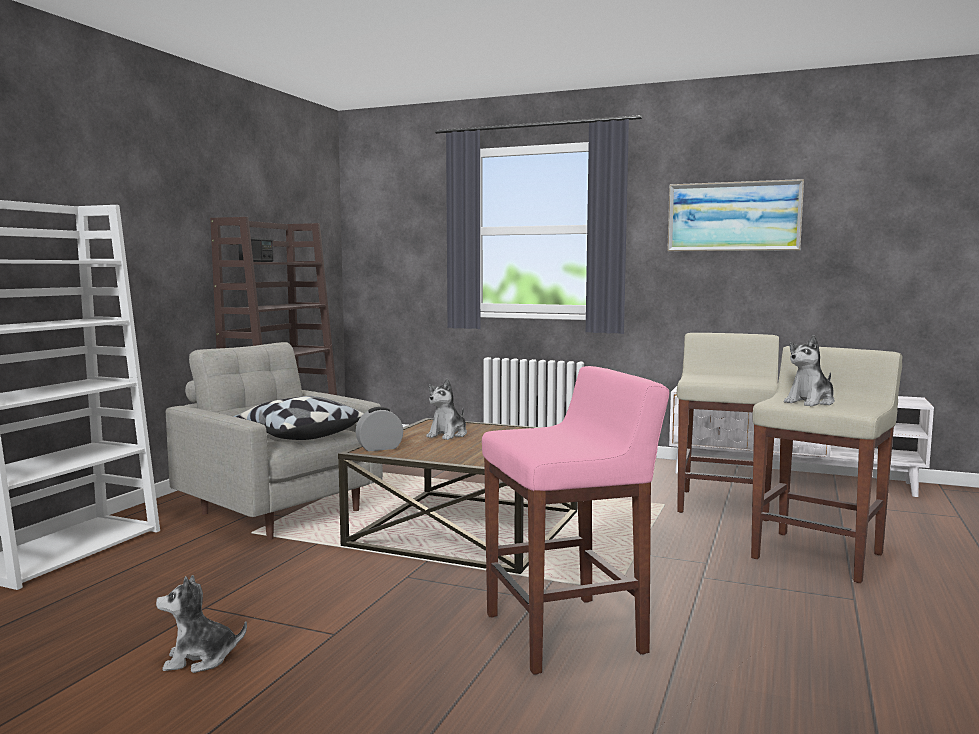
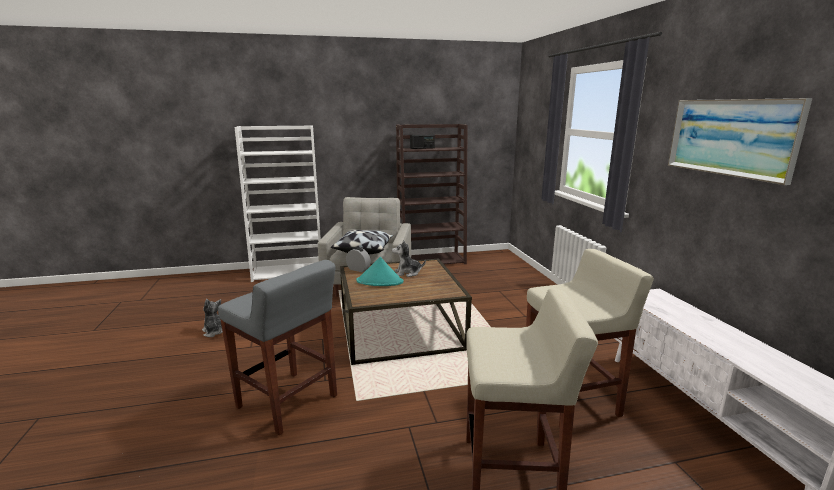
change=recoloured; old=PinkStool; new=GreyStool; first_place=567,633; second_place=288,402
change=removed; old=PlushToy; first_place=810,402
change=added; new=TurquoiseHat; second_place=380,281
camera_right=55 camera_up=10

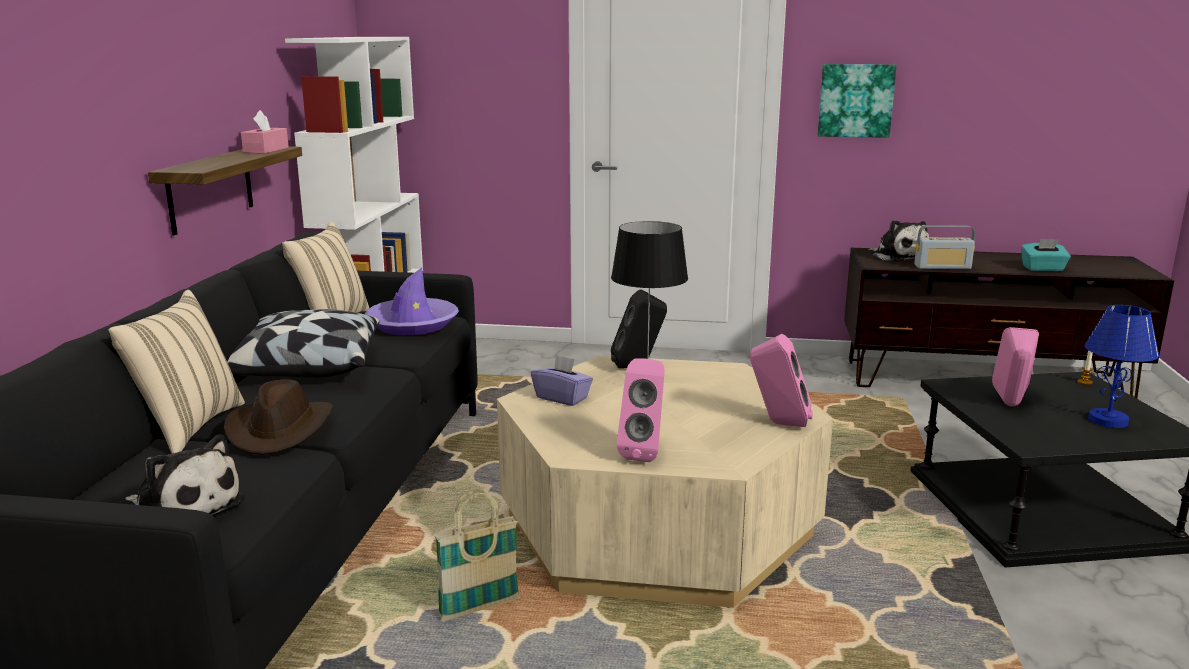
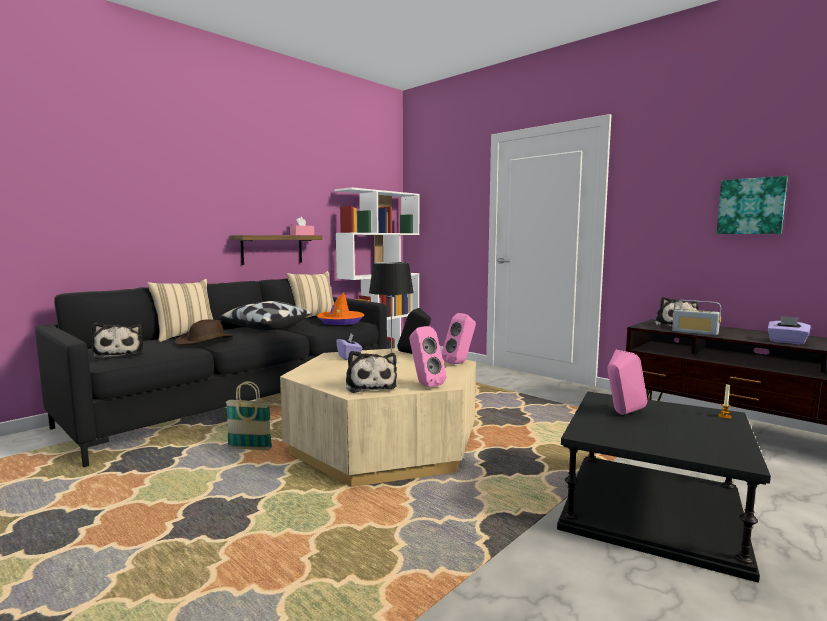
change=recoloured; old=PurpleHat; new=OrangeHat; first_place=412,325; second_place=340,322
change=moved; old=PinkSpeaker; first_place=644,453; second_place=460,363
change=moved; old=Picture; first_place=855,100; second_place=751,206
change=recoloured; old=TurquoiseTissueBox; new=PurpleTissueBox; first_place=1043,269; second_place=787,342
change=removed; old=BlueTableLamp; first_place=1107,420
change=added; new=PlushToy; second_place=370,386
camera_right=35 camera_up=-10

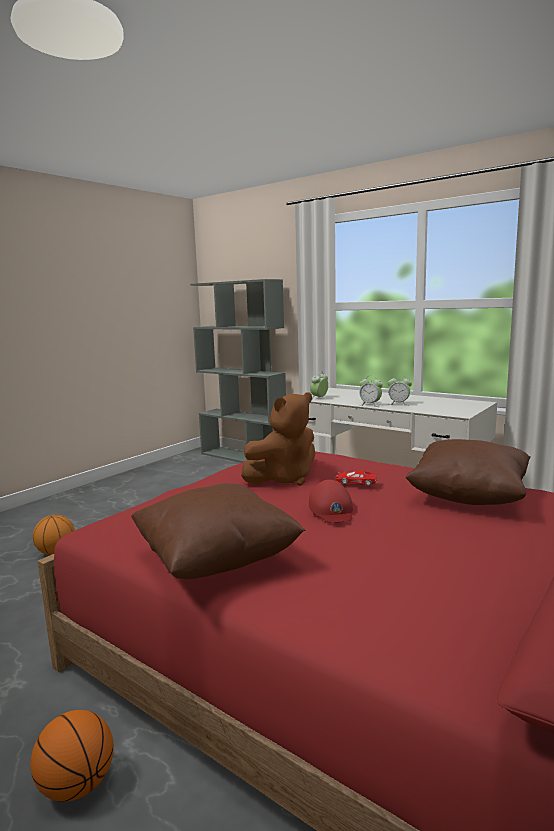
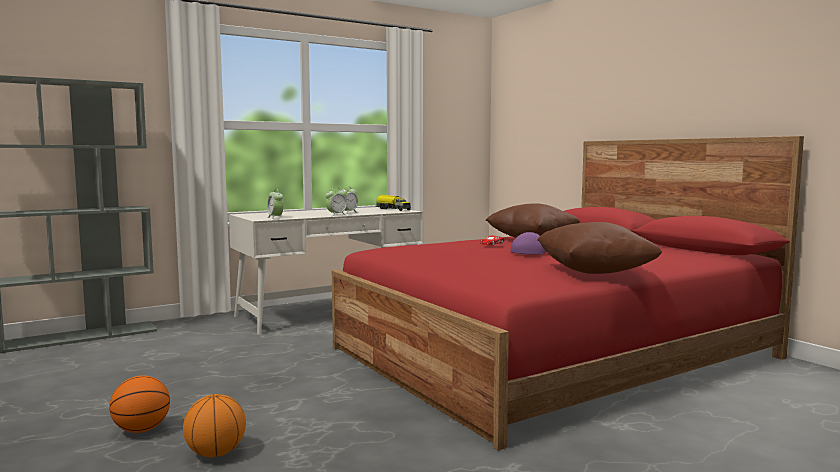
change=moved; old=Basketball; first_place=77,785; second_place=141,430
change=removed; old=BrownPlushToy; first_place=284,479
change=recoloured; old=RedCap; new=PurpleCap; first_place=331,509; second_place=533,252
change=added; new=ToyTruck; second_place=392,209
camera_right=-70 camera_up=-5

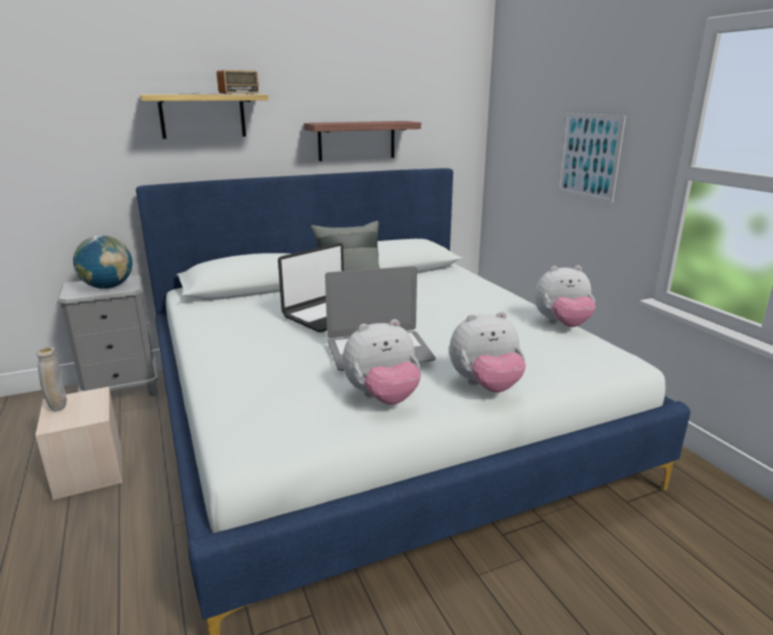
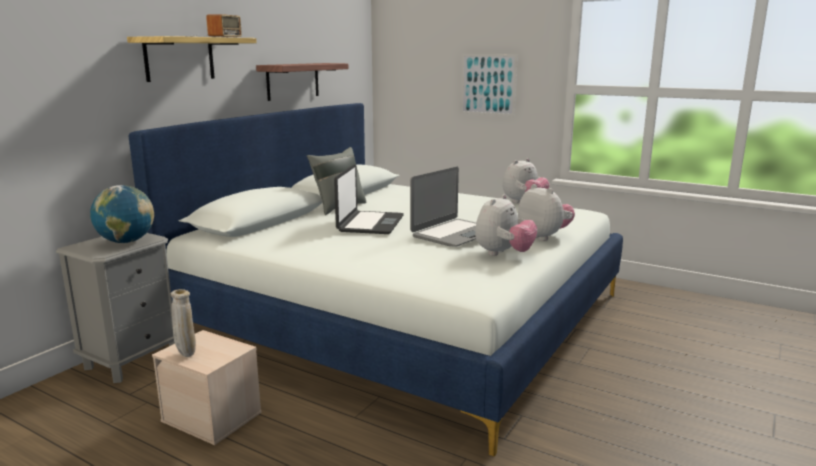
change=turned; old=PlushToy; first_place=485,386; second_place=544,237; degrees=-75
camera_right=-35 camera_up=-5

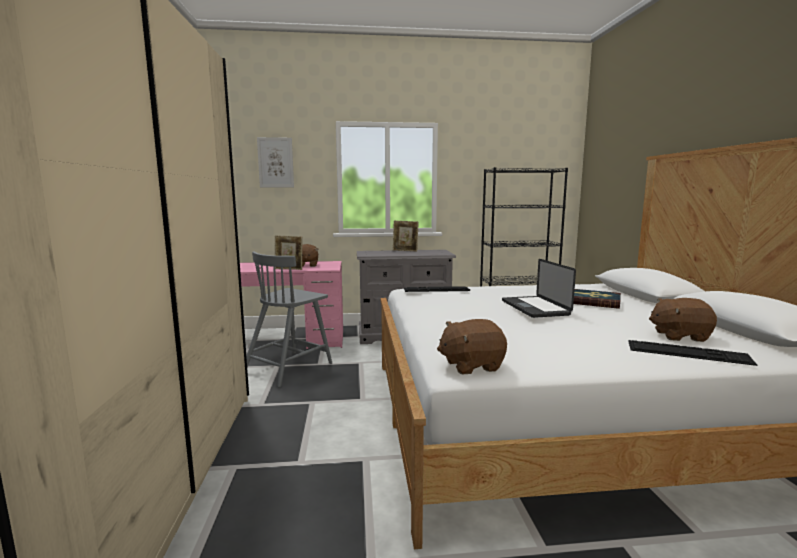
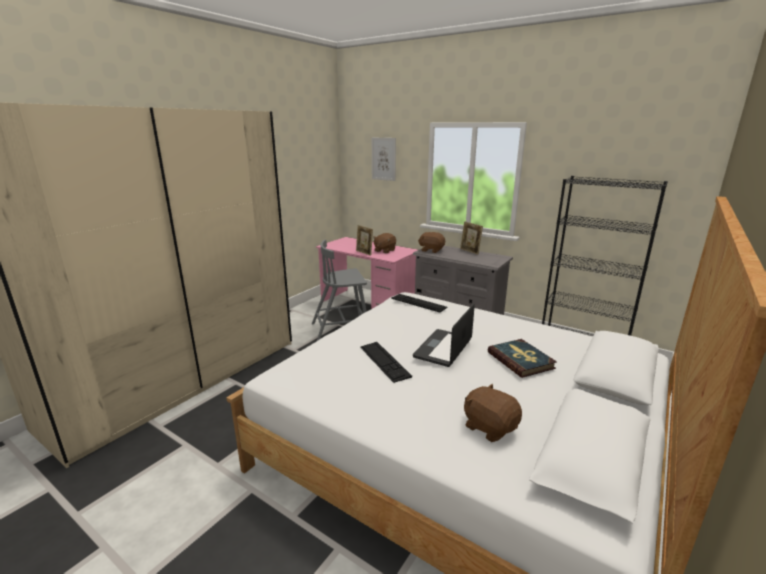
change=moved; old=BrownPlushToy; first_place=471,365; second_place=431,250
change=moved; old=Keyboard; first_place=688,353; second_place=384,361
camera_right=40 camera_up=10

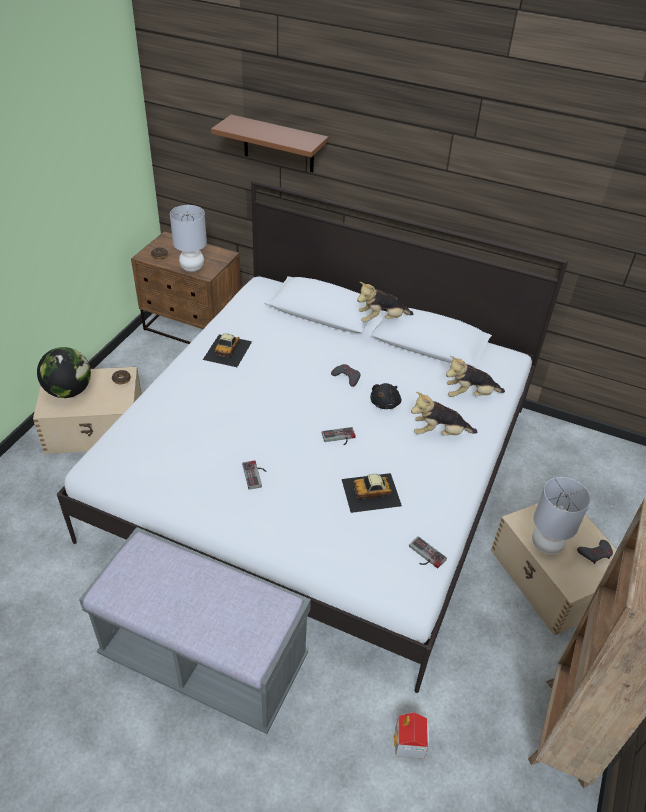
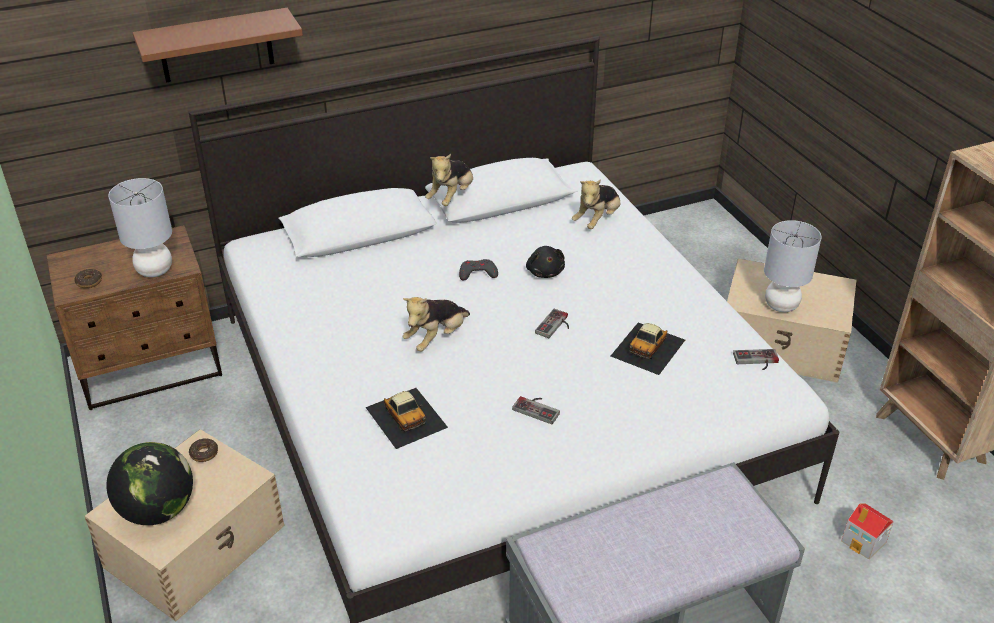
change=moved; old=ToyCar; first_place=228,350; second_place=406,416
change=moved; old=PlushToy; first_place=439,433; second_place=436,338
change=removed; old=GreyGameController; first_place=595,553
camera_right=-45 camera_up=-5

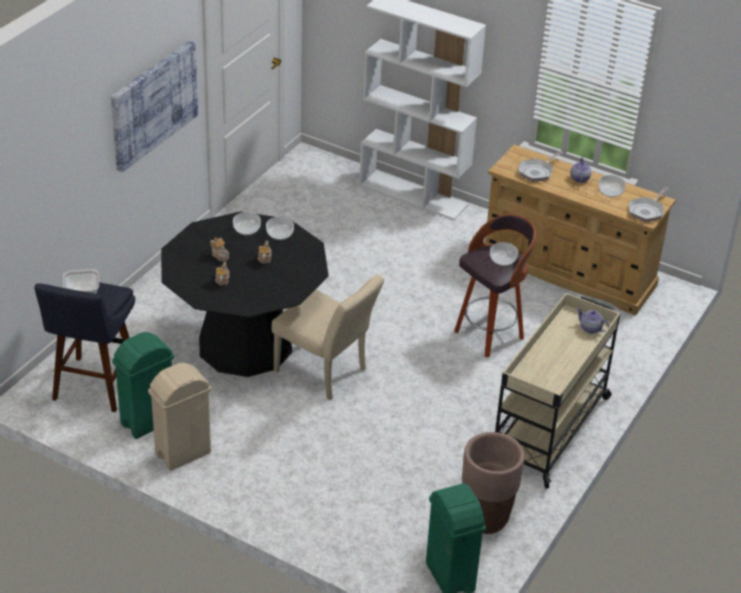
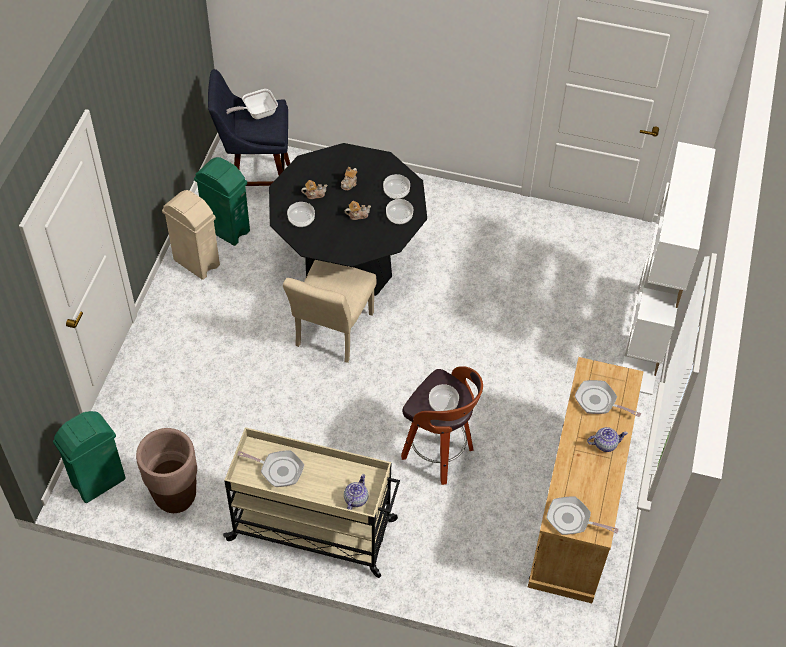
change=removed; old=Picture; first_place=152,104
change=moved; old=Bowl; first_place=610,192; second_place=301,219
change=added; new=FryingPan; second_place=278,470
camera_right=75 camera_up=15

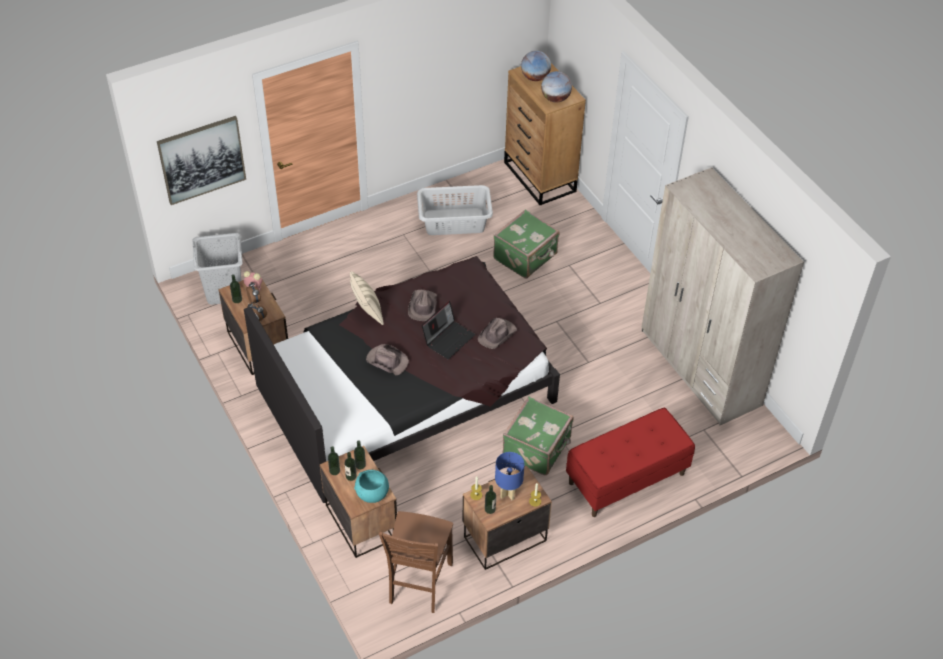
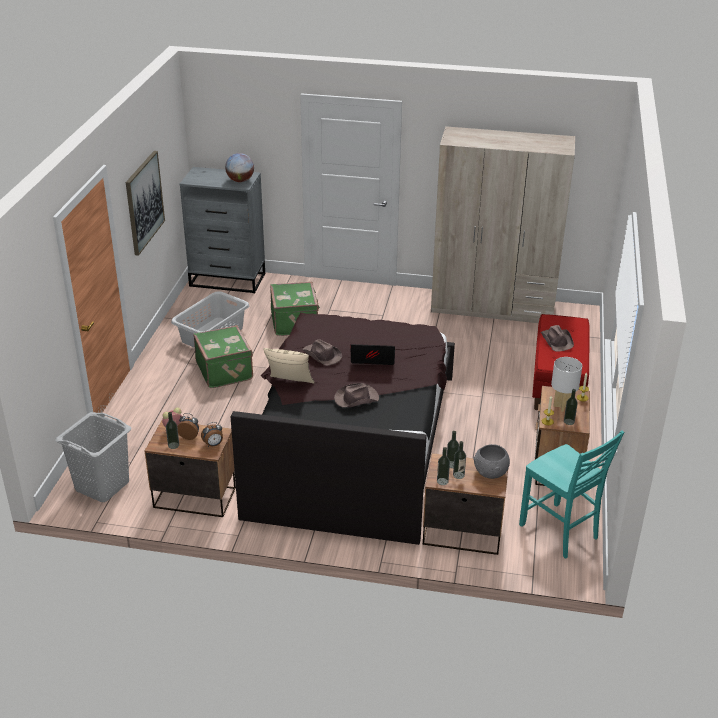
change=moved; old=Picture; first_place=202,159; second_place=144,202
change=recoloured; old=TurquoiseBowl; new=GreyBowl; first_place=371,494; second_place=490,473
change=recoloured; old=BrownChair; new=TurquoiseChair; first_place=418,584; second_place=560,532
change=turned; old=Laptop; first_place=448,338; second_place=372,359; degrees=-75
change=moved; old=BrownHat; first_place=497,334; second_place=557,340
change=recoloured; old=BlueTableLamp; new=WhiteTableLamp; first_place=508,493; second_place=561,406
change=moved; old=GreenSuitcase; first_place=537,448; second_place=225,371
change=recoloured; old=BrownDresser; new=GreyDresser; first_place=540,177; second_place=228,280
change=removed; old=Globe; first_place=535,77
camera_right=-50 camera_up=-15

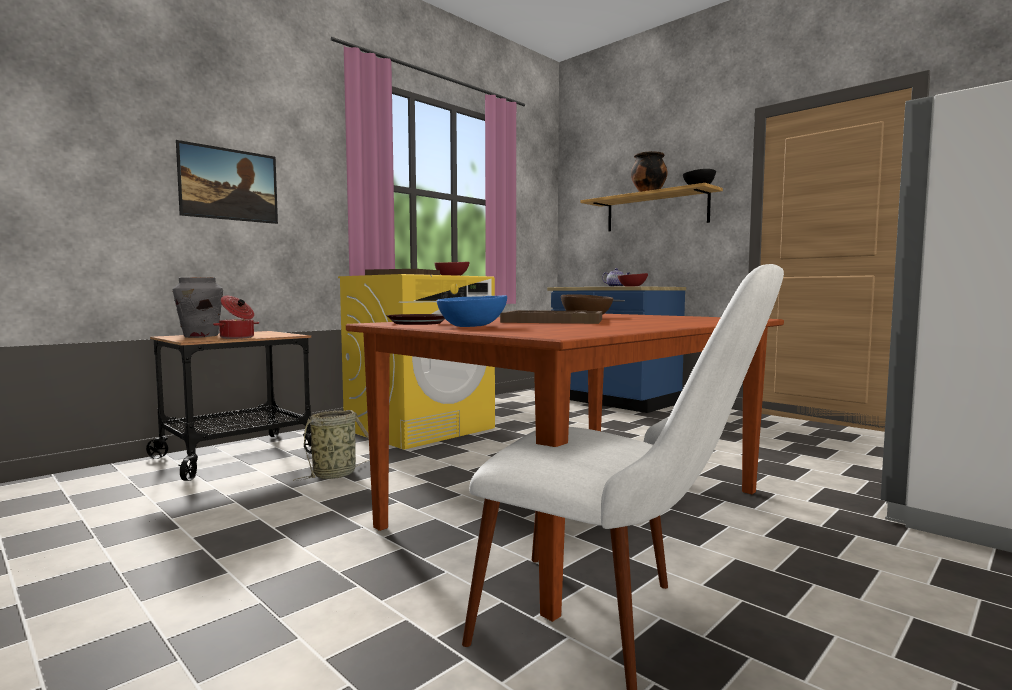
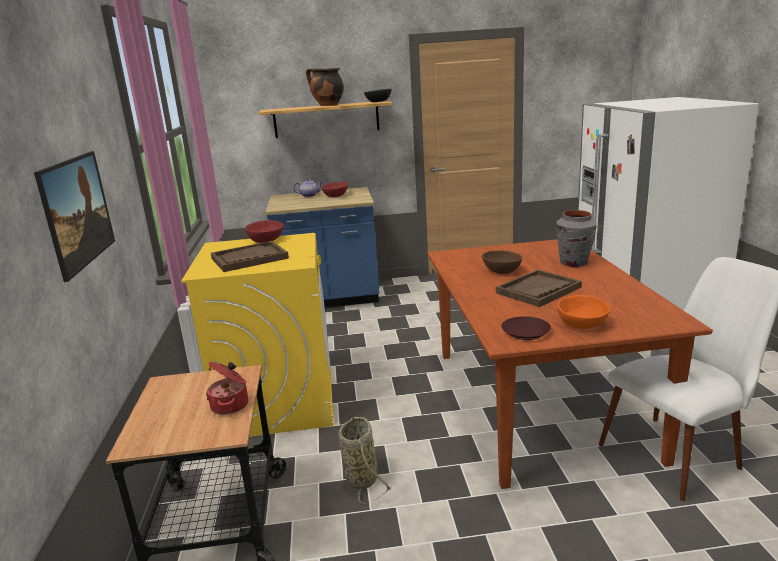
change=moved; old=GreyVase; first_place=200,336; second_place=574,263
change=recoloured; old=BlueBowl; new=OrangeBowl; first_place=472,326; second_place=581,324
camera_right=-50 camera_up=15

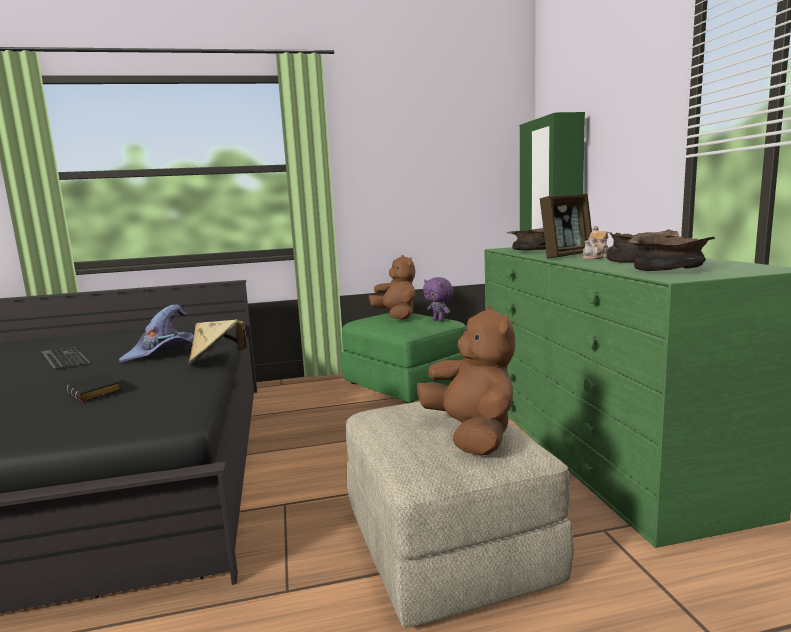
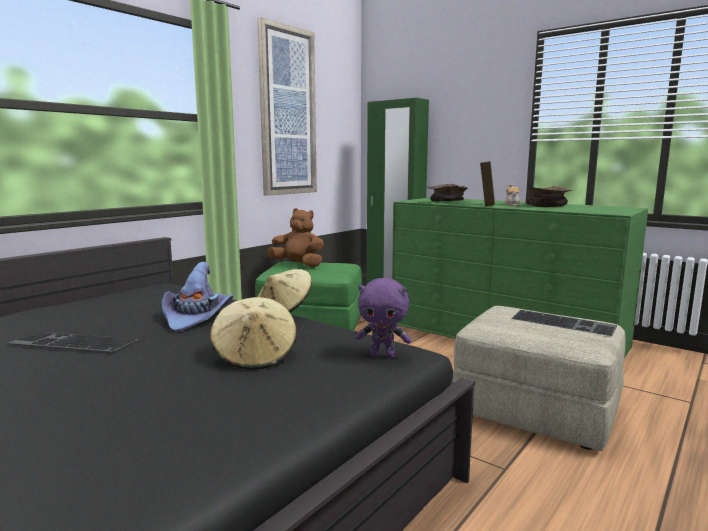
change=replaced; old=BlackBook; new=BeigeHat; first_place=96,392; second_place=255,356
change=replaced; old=BrownPlushToy; new=Keyboard; first_place=471,434; second_place=564,322
change=moved; old=PurplePlushToy; first_place=439,320; second_place=383,356
change=removed; old=BrownBowl; first_place=667,270
change=added; new=Picture; second_place=287,112
camera_right=-40 camera_up=0

